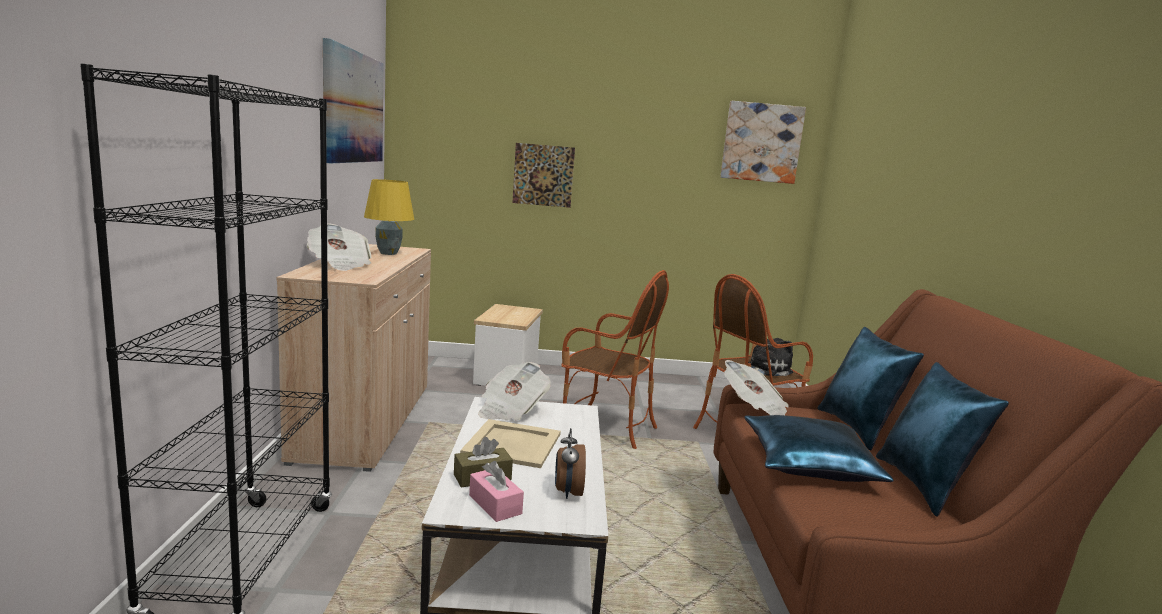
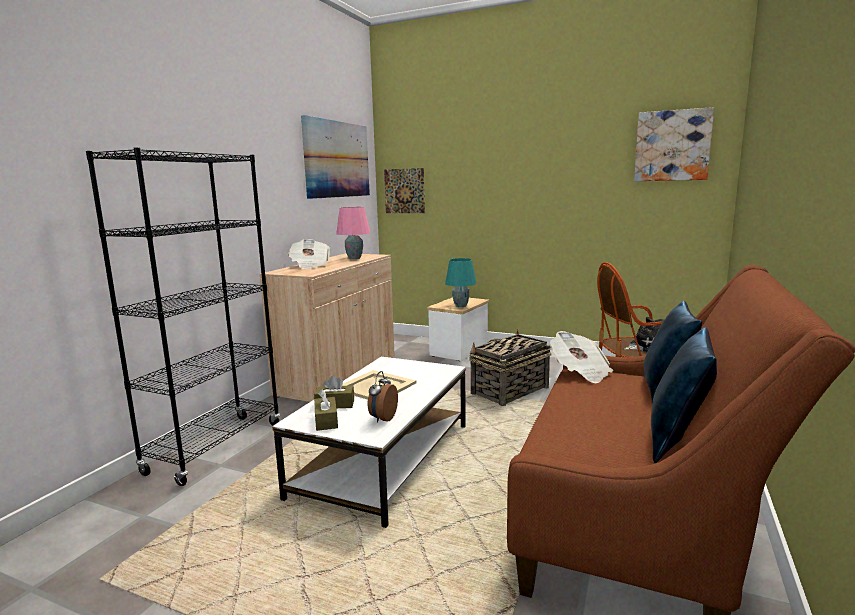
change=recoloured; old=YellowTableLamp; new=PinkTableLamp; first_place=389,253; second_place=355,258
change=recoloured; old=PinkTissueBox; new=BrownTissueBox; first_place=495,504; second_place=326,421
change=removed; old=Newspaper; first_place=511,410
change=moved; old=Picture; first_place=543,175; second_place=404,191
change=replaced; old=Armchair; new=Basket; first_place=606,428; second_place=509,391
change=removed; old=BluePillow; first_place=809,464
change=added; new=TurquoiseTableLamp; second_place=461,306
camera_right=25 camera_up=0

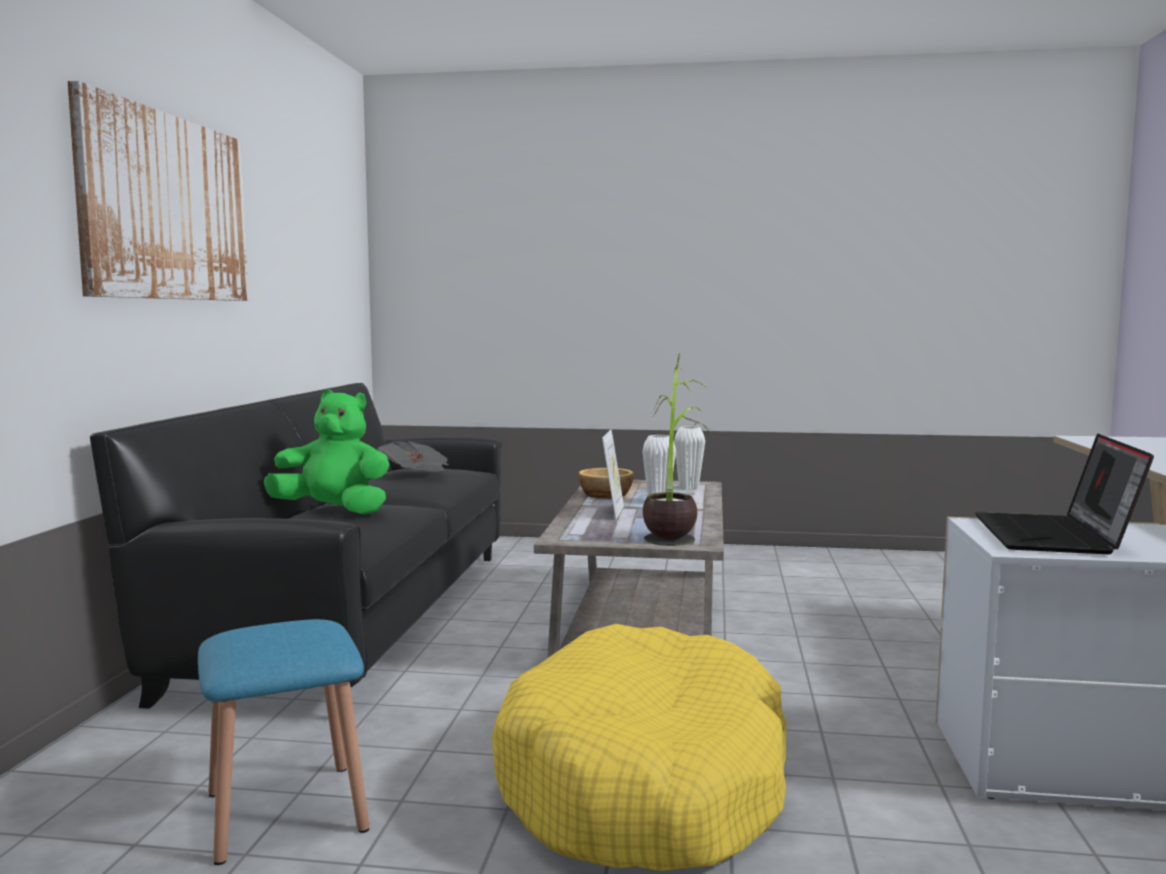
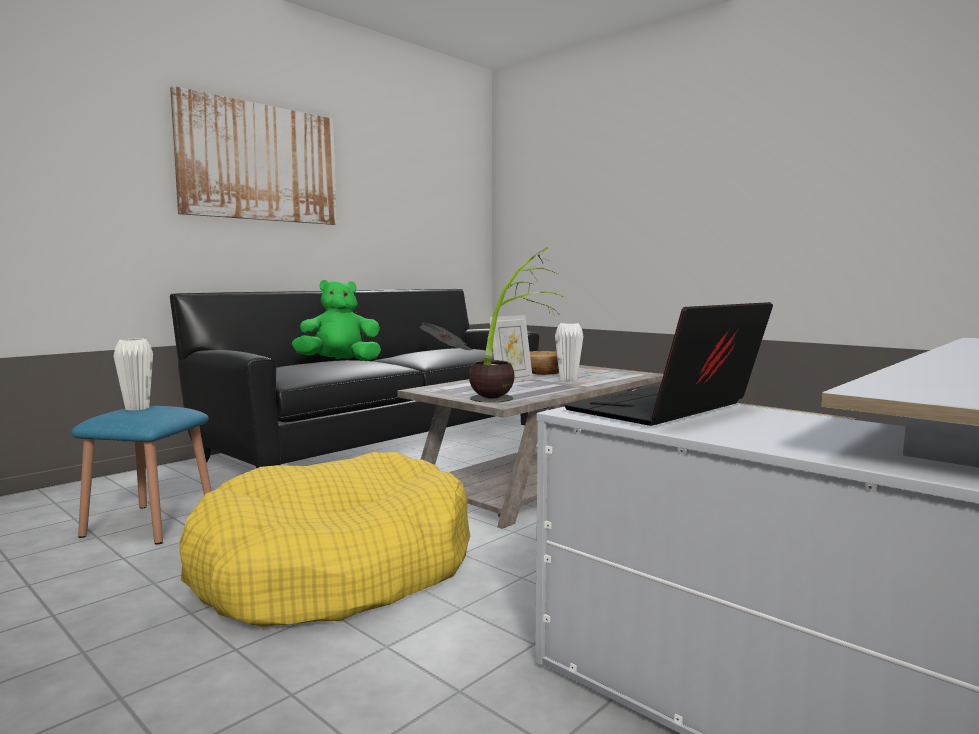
change=turned; old=GreenPlushToy; first_place=334,511; second_place=339,361; degrees=-60
change=moved; old=WhiteVase; first_place=688,488; second_place=137,408
camera_right=35 camera_up=0

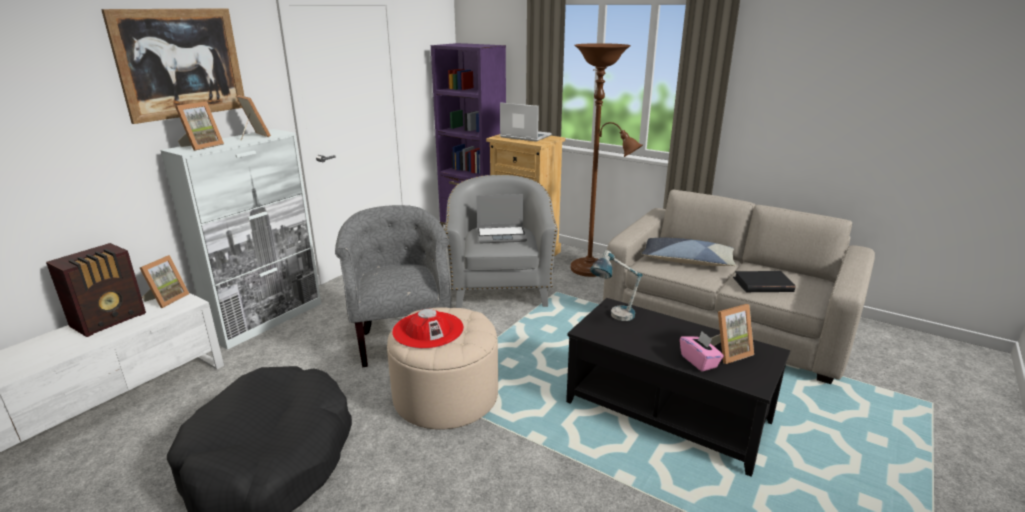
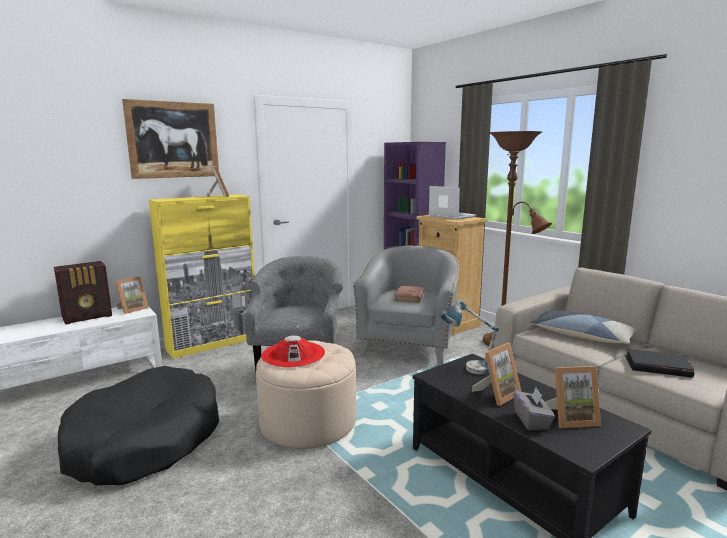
change=recoloured; old=WhiteCabinet; new=YellowCabinet; first_place=268,320; second_place=213,343
change=moved; old=PictureFrame; first_place=202,146; second_place=497,394
change=replaced; old=Laptop; new=BrownBook; first_place=502,235; second_place=409,296
change=recoloured; old=PinkTissueBox; new=GreyTissueBox; first_place=699,361; second_place=532,421
camera_right=20 camera_up=-10

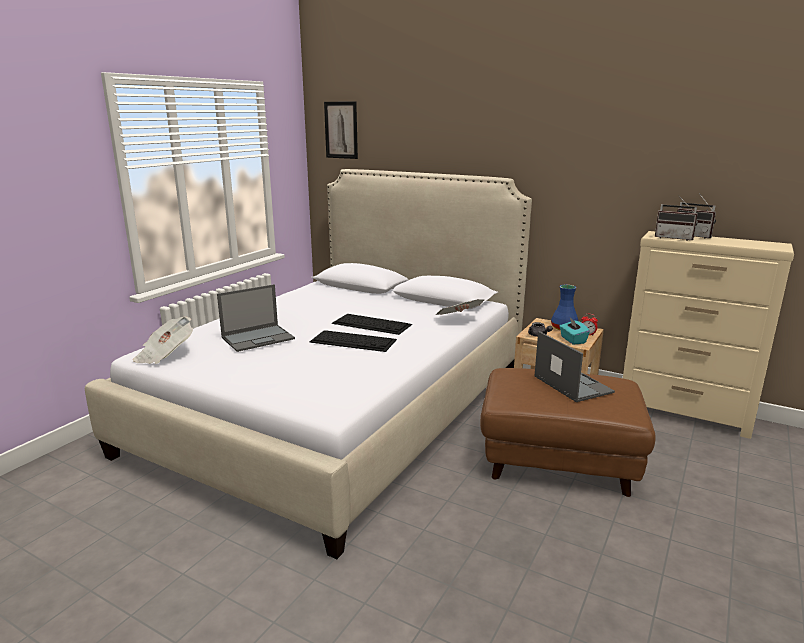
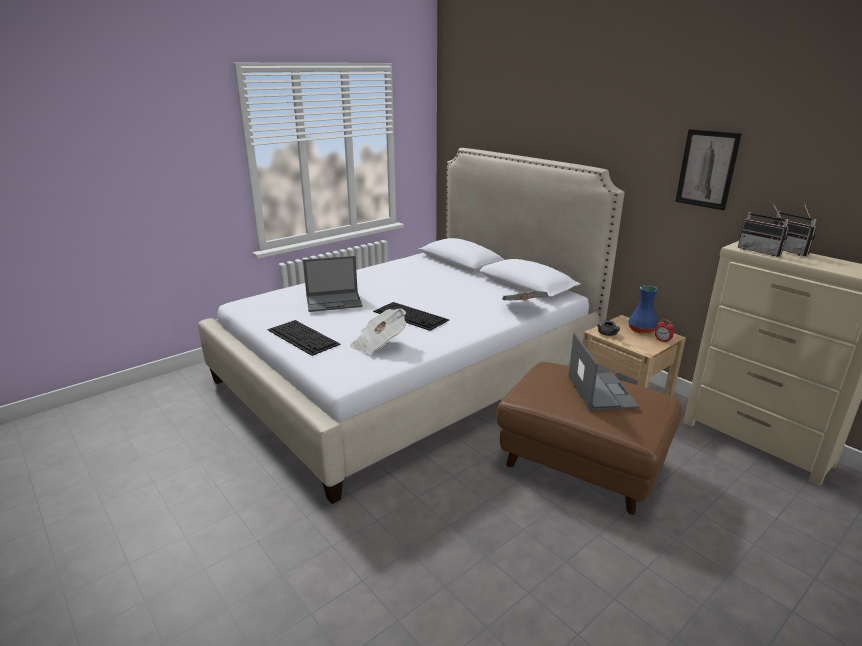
change=moved; old=Newspaper; first_place=165,355; second_place=379,344
change=moved; old=Picture; first_place=341,130; second_place=707,169
change=moved; old=Keyboard; first_place=372,324; second_place=303,337
change=removed; old=TurquoiseTissueBox; first_place=572,340
camera_right=20 camera_up=5

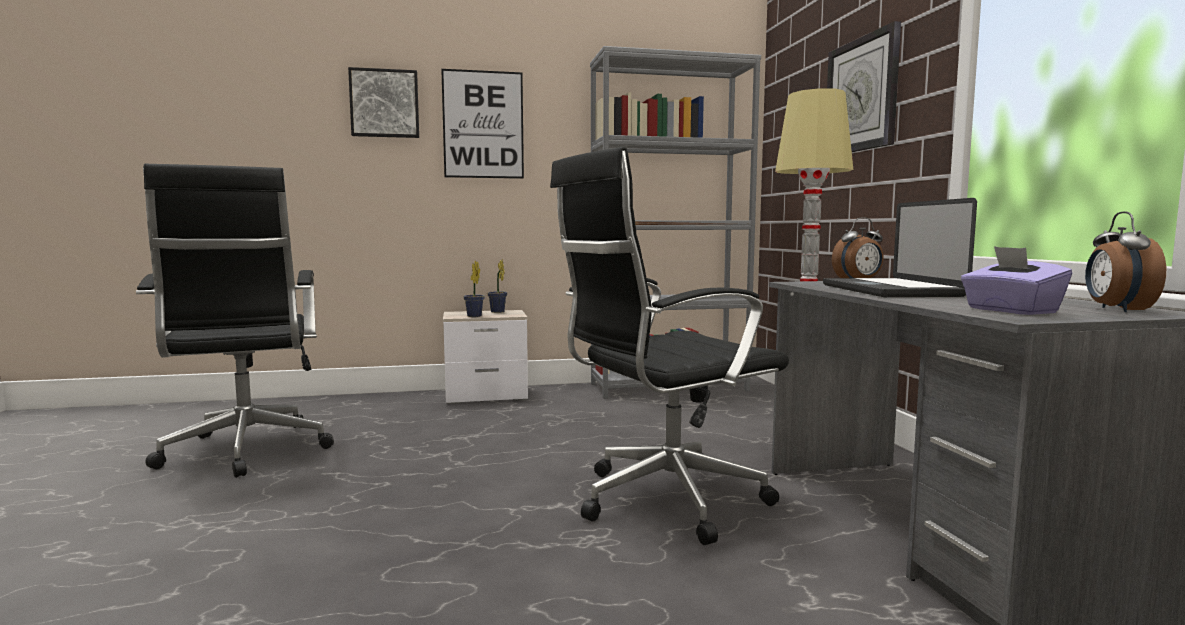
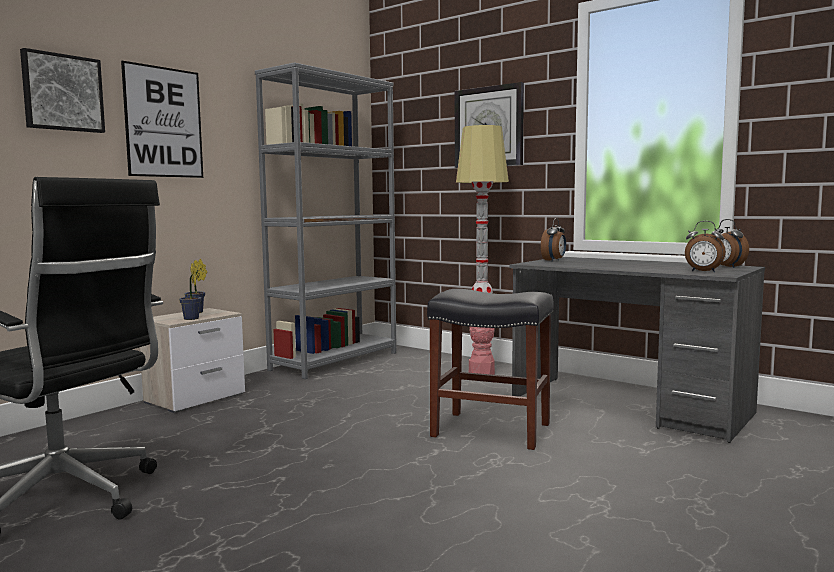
change=replaced; old=BlackOfficeChair; new=BlackStool; first_place=662,501; second_place=489,430
change=removed; old=Laptop; first_place=889,290
change=replaced; old=PurpleTissueBox; new=AlarmClock; first_place=1010,311; second_place=703,271
camera_right=-40 camera_up=0

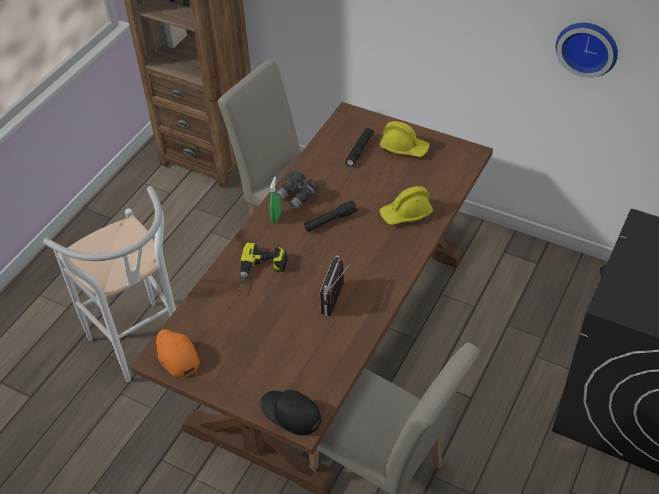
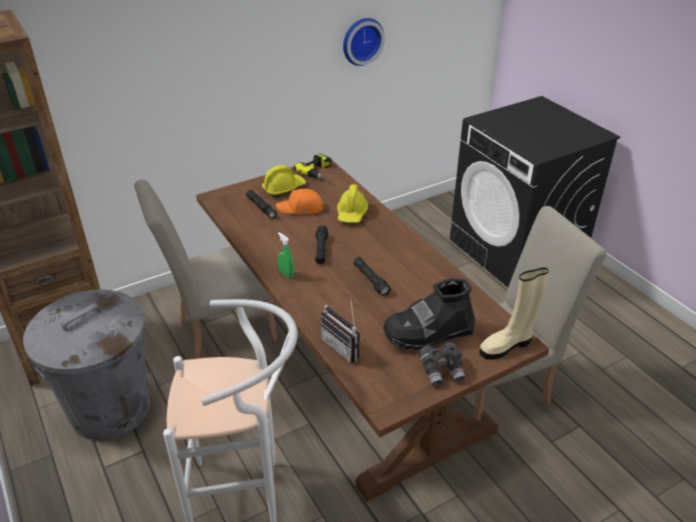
change=moved; old=OrangeCap; first_place=176,355; second_place=301,208
change=moved; old=PowerDrill; first_place=261,272; second_place=322,172
change=replaced; old=BlackCap; new=BeigeBoot; first_place=291,414; second_place=507,345
change=moved; old=GreyBinoculars; first_place=298,196; second_place=442,371
change=moved; old=Radio; first_place=337,300; second_place=344,346
change=added; new=GreyTrashCan; second_place=110,409
change=added; new=BlackFlashlight; second_place=371,280
change=added; new=BlackBoot; second_place=428,333
camera_right=-60 camera_up=-10

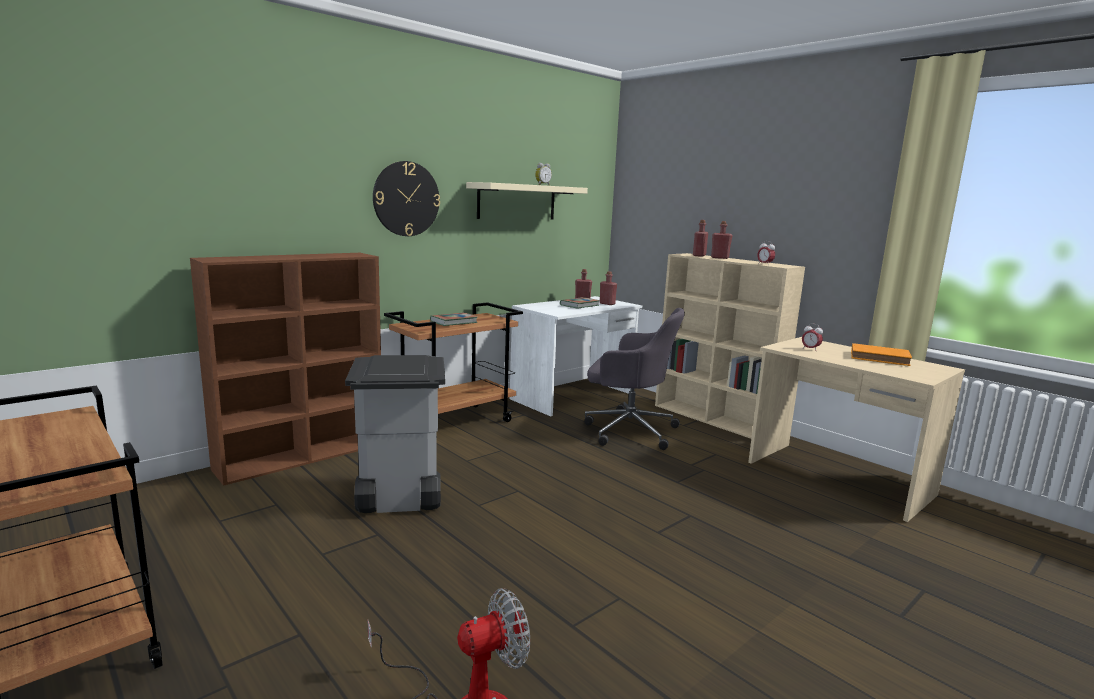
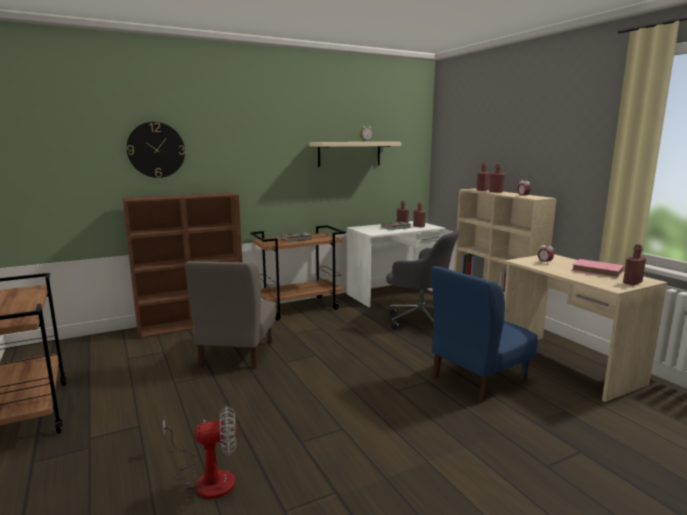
change=replaced; old=GreyTrashCan; new=GreyChair; first_place=398,498; second_place=236,354
change=moved; old=WallClock; first_place=406,199; second_place=156,150
change=recoloured; old=OrangeBook; new=PinkBook; first_place=881,358; second_place=598,271
change=added; new=BlueChair; second_place=477,378
change=added; new=RedBottle; second_place=632,283
camera_right=15 camera_up=0

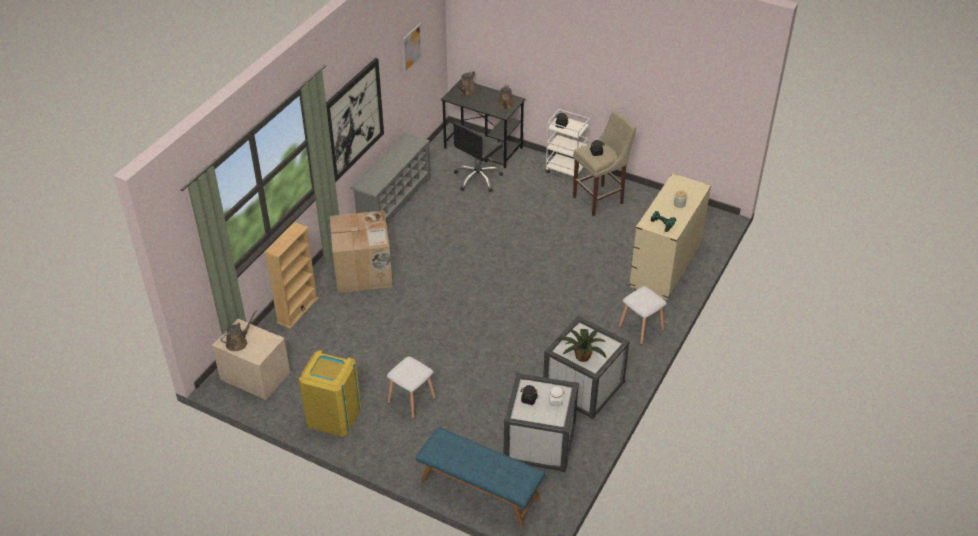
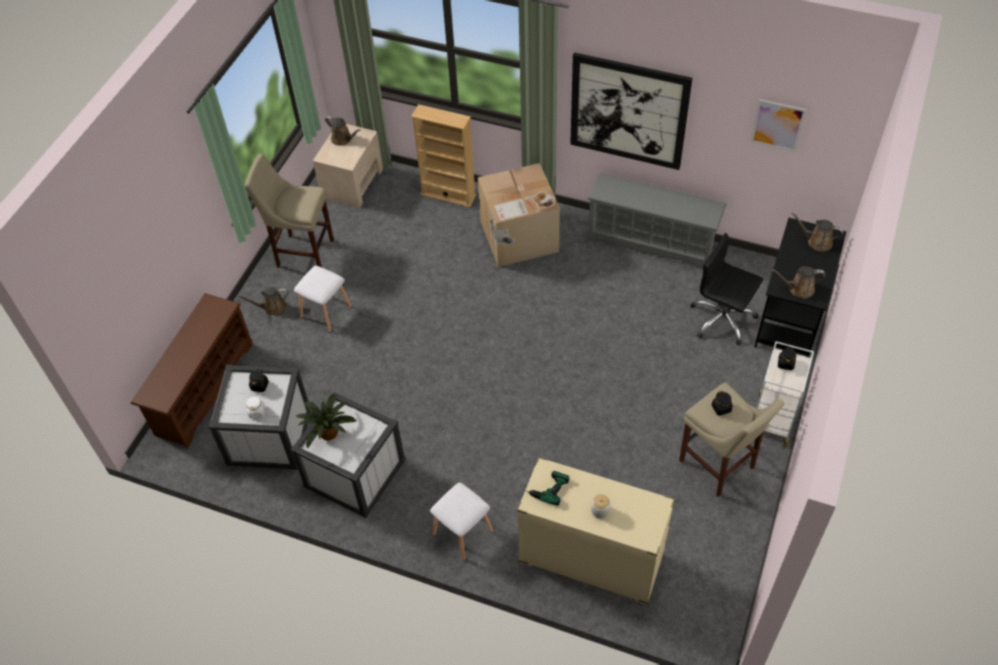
change=replaced; old=YellowTrashCan; new=BeigeStool; first_place=333,415; second_place=302,252
change=replaced; old=BlueBench; new=BrownShoeRack; first_place=479,490; second_place=203,388
change=added; new=BrownWateringCan; second_place=272,307
camera_right=85 camera_up=10

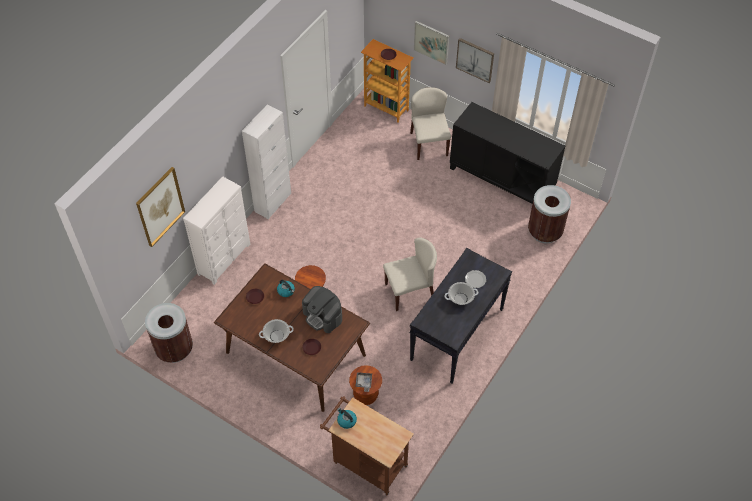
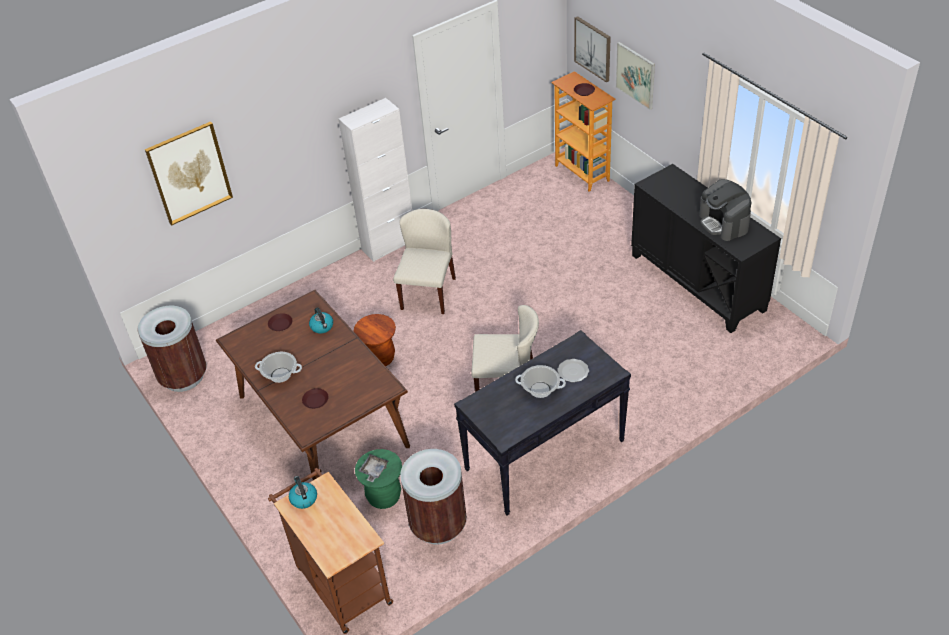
change=removed; old=WhiteDresser; first_place=225,259
change=moved; old=CoffeeMachine; first_place=323,316; second_place=724,223
change=recoloured; old=BrownStool; new=GreenStool; first_place=365,395; second_place=384,496
change=moved; old=BeigeChair; first_place=428,144; second_place=428,293
change=moved; old=Picture; first_place=475,59; second_place=593,48
change=moved; old=BrownTrashCan; first_place=544,232; second_place=438,525
camera_right=25 camera_up=-10

